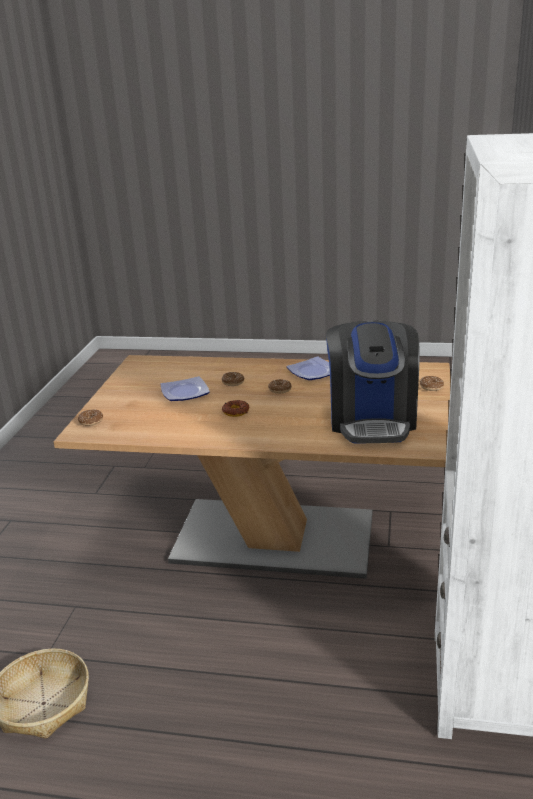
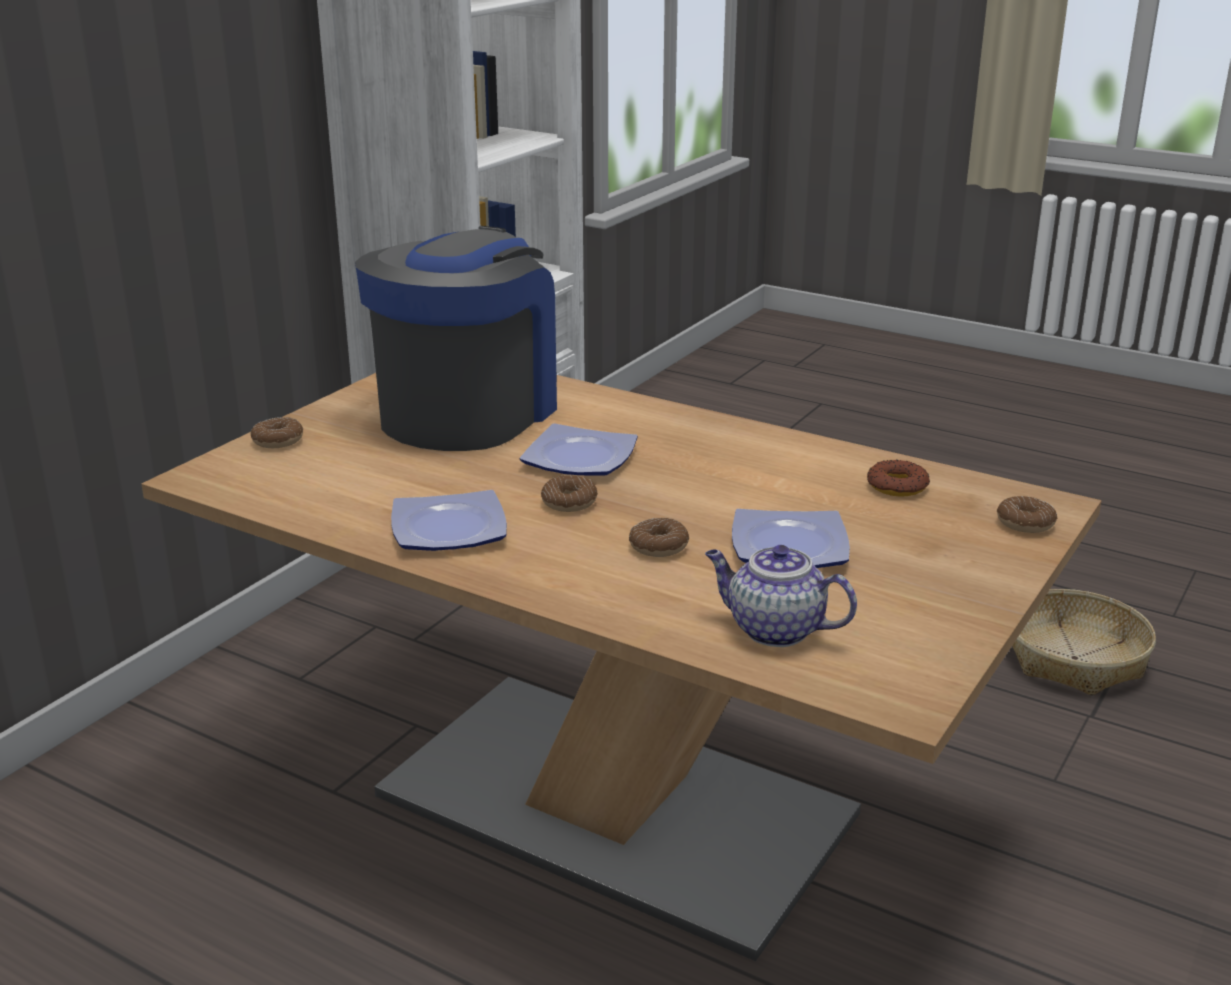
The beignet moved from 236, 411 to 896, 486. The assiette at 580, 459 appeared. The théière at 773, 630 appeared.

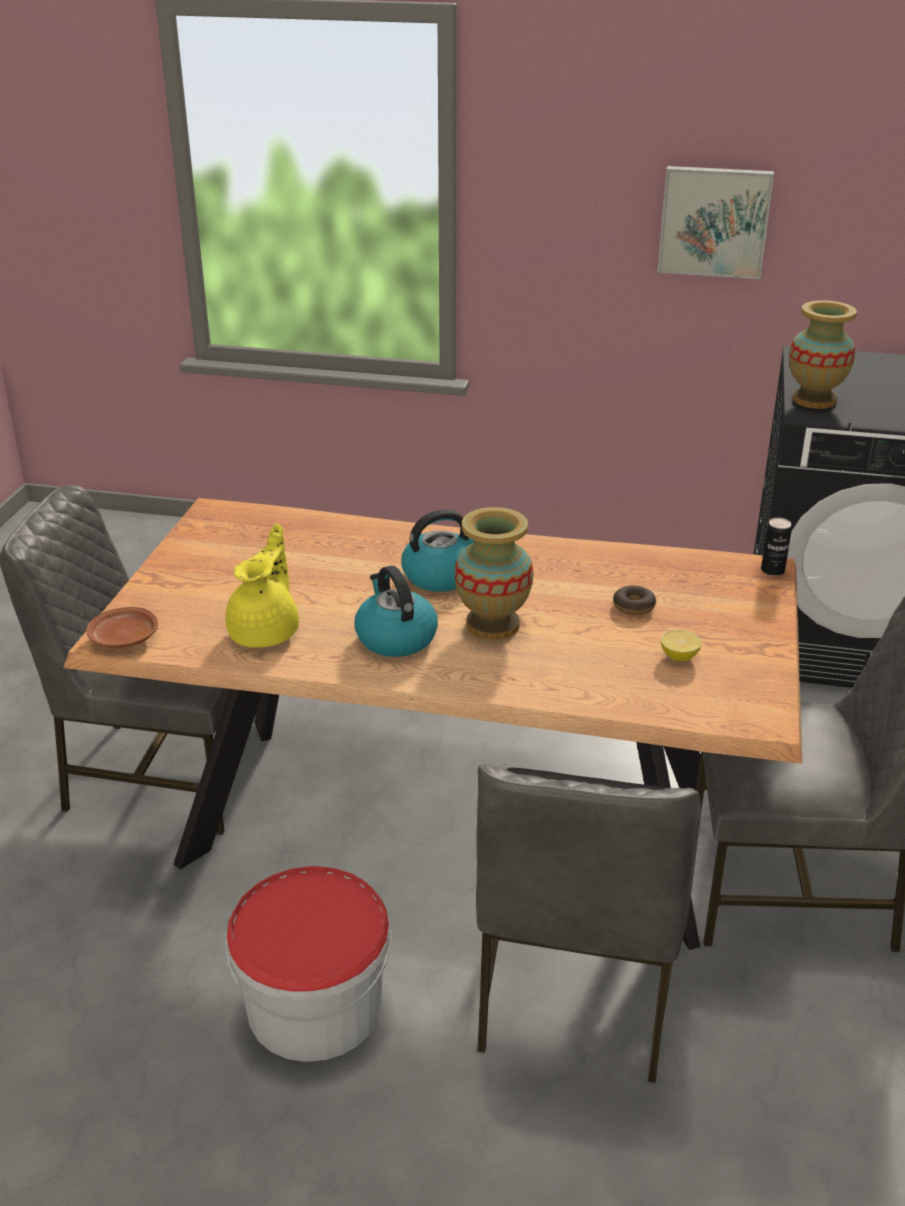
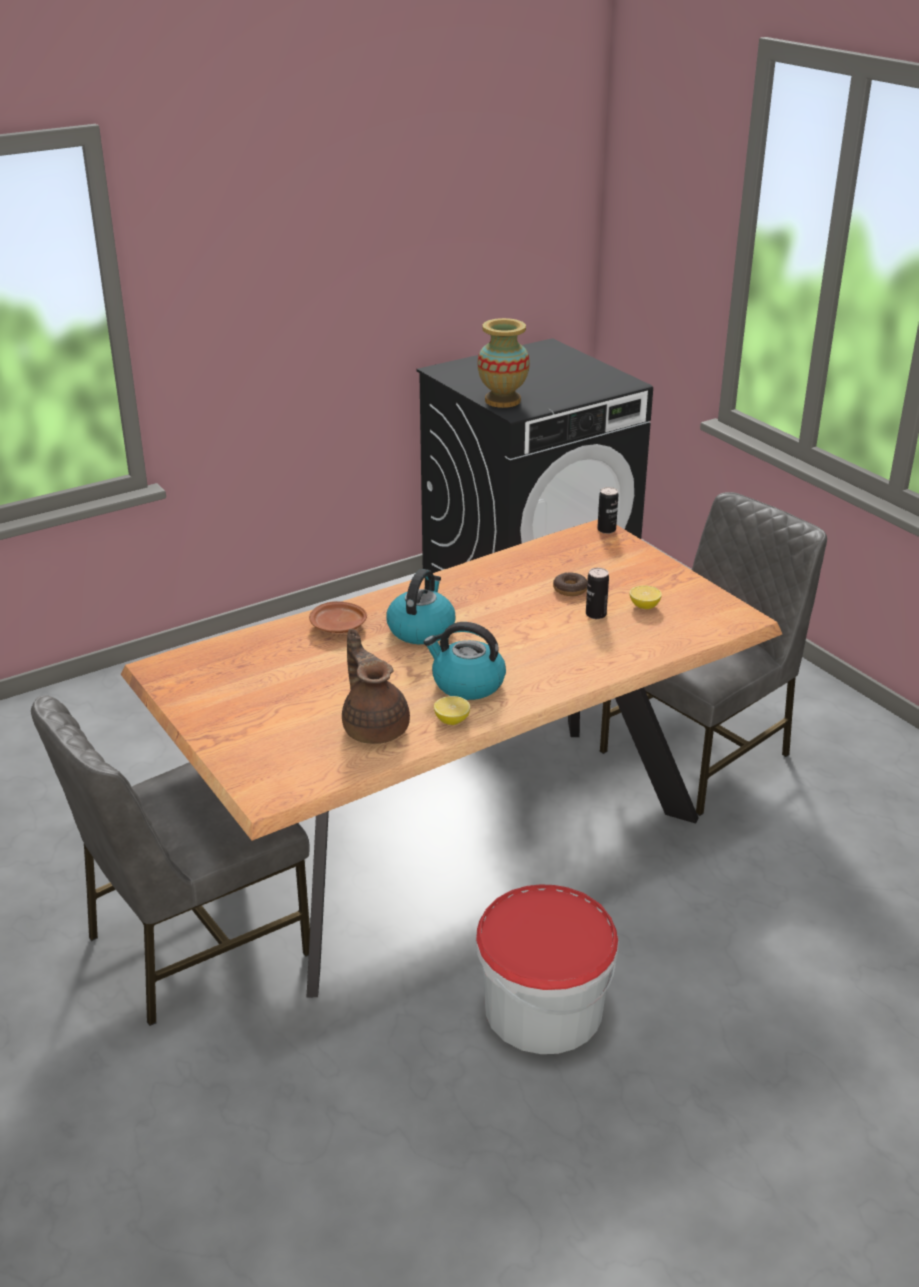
The tableau at 714, 221 disappeared. The vase at 492, 625 disappeared. The théière/jaune at 266, 632 became the théière/marron at 375, 727. The assiette/marron moved from 124, 639 to 339, 627. The chaise/gris at 577, 988 disappeared. The boîte métallique at 596, 614 appeared. The citron at 452, 720 appeared.

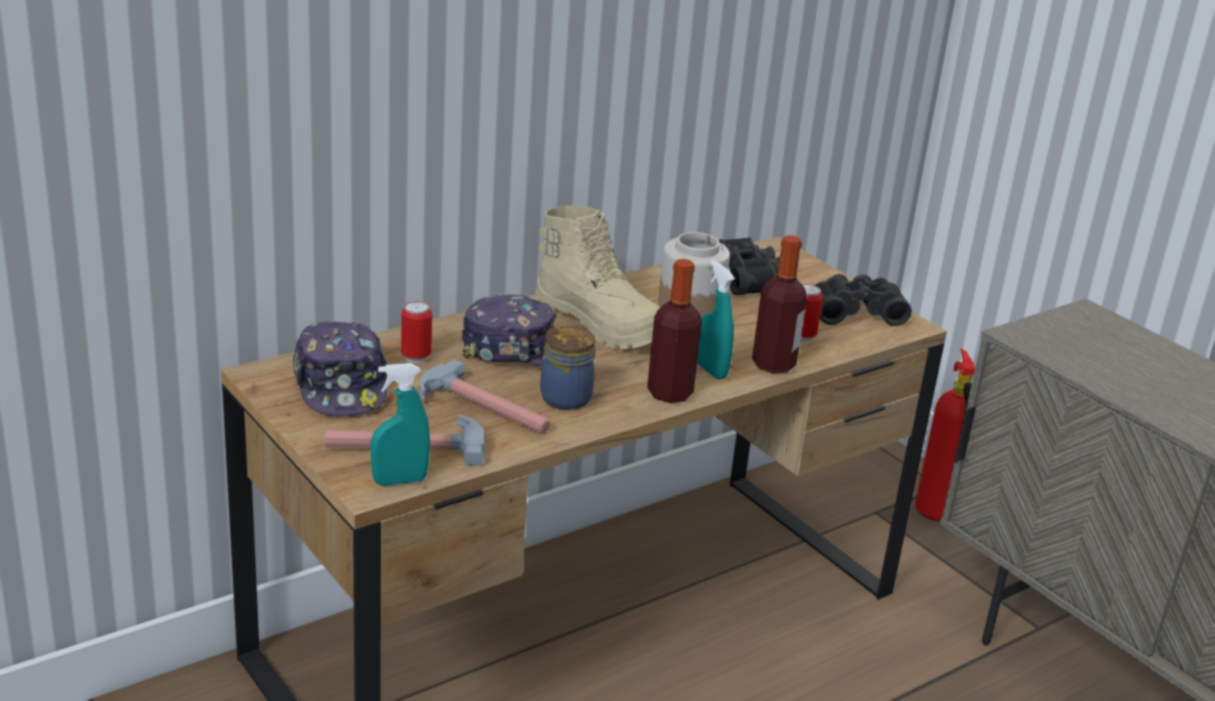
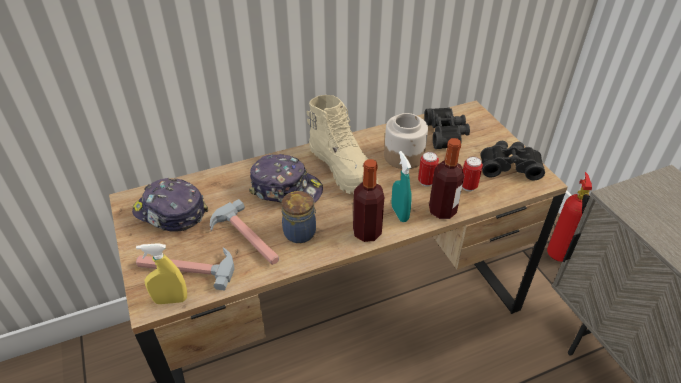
The boîte métallique moved from 416, 357 to 426, 182. The casquette at 341, 386 turned 120 degrees clockwise. The vaporisateur/turquoise at 400, 481 became the vaporisateur/jaune at 171, 300.

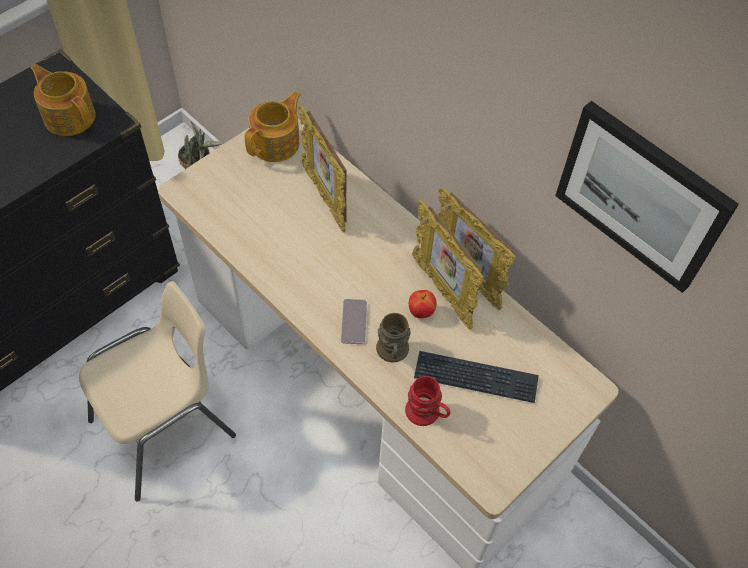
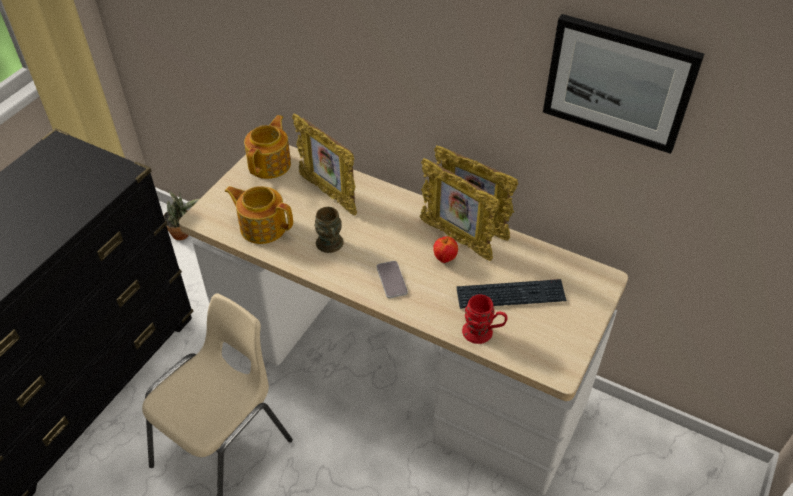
The théière moved from 69, 116 to 262, 226. The mug/marron moved from 392, 353 to 331, 246.

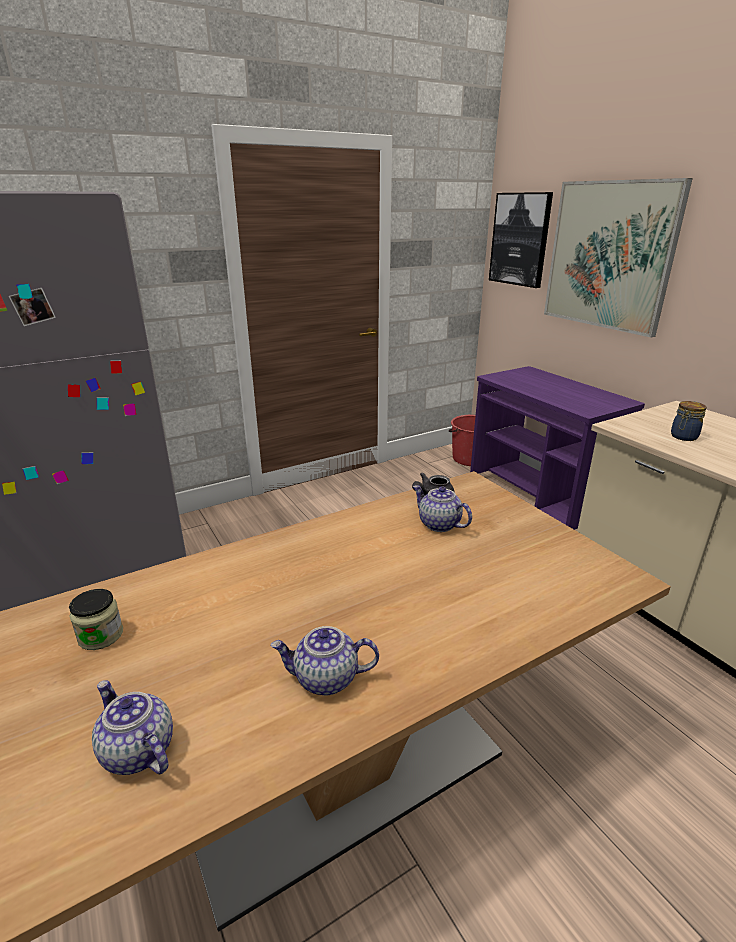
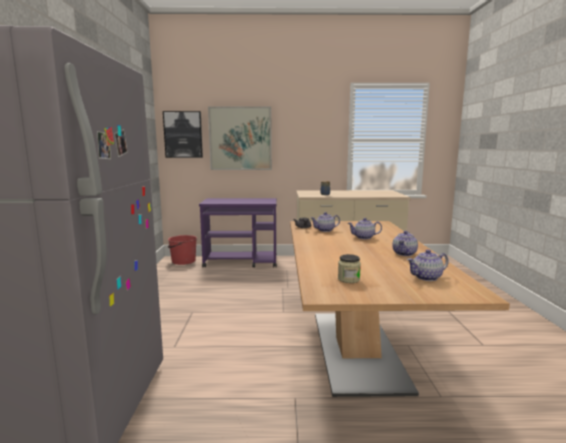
The théière at 364, 237 appeared.

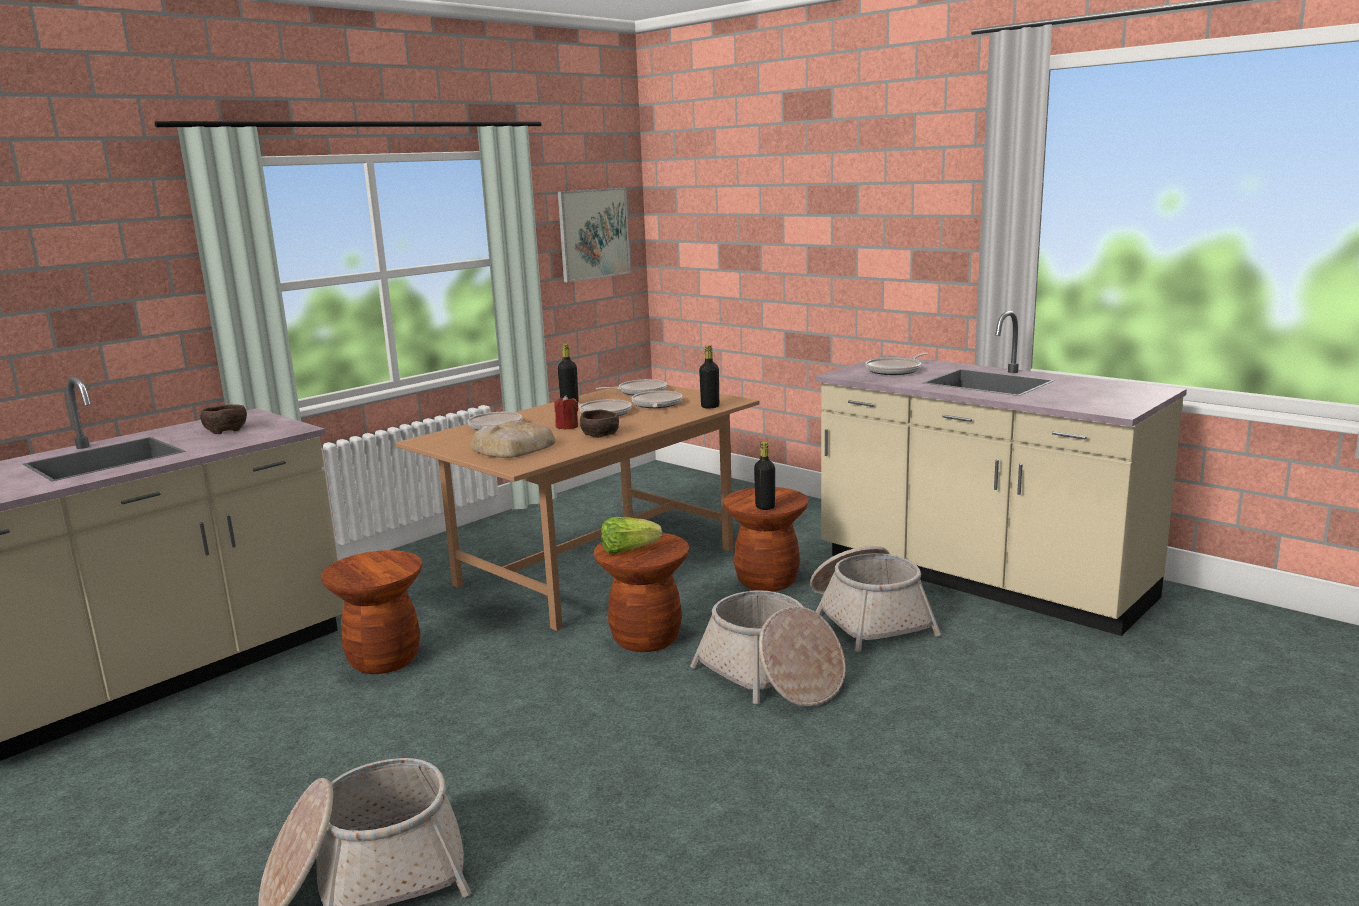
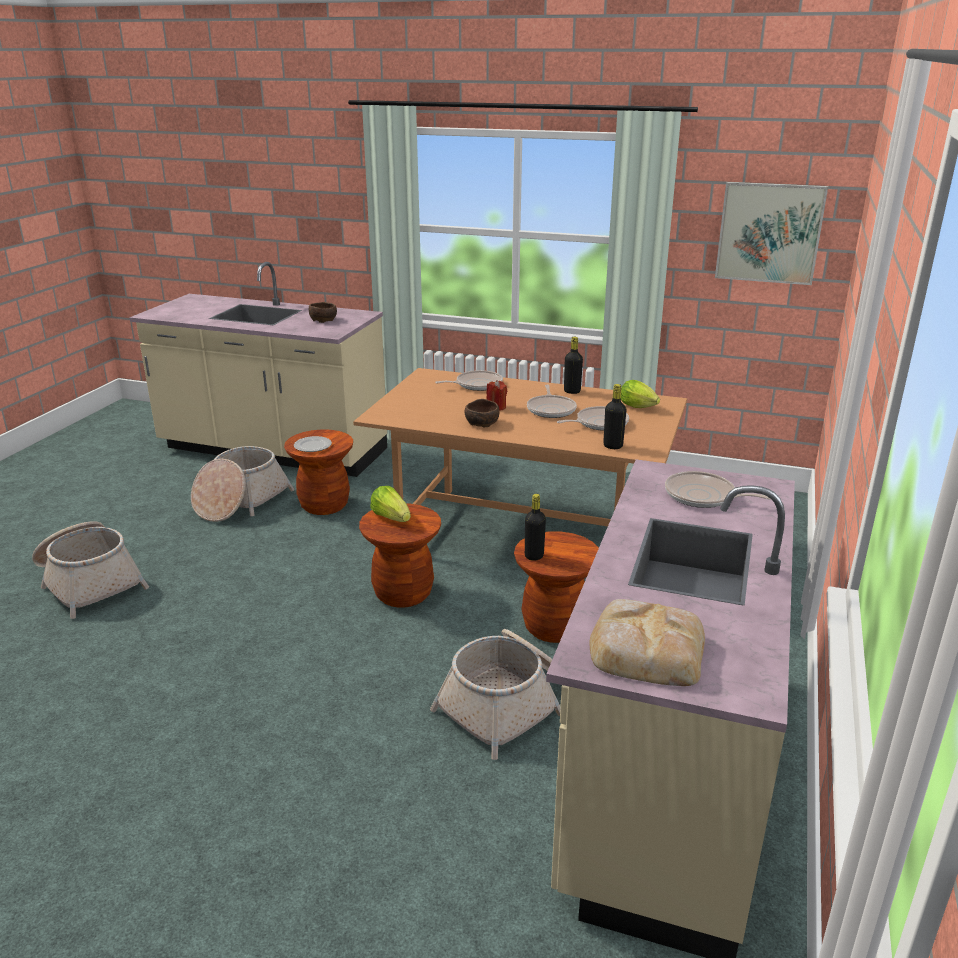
The poêle at 640, 392 was replaced by the laitue at 639, 407. The pain moved from 511, 448 to 645, 650. The panier moved from 771, 676 to 240, 501. The assiette at 313, 446 appeared.

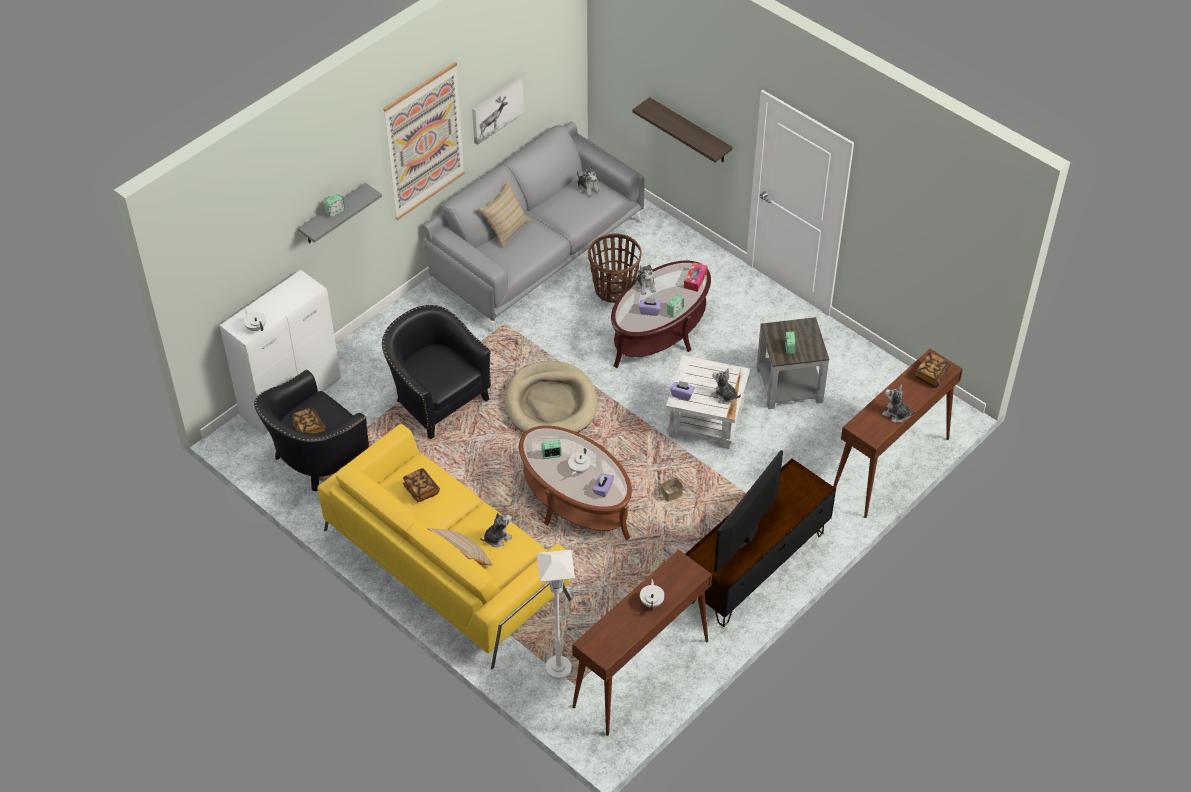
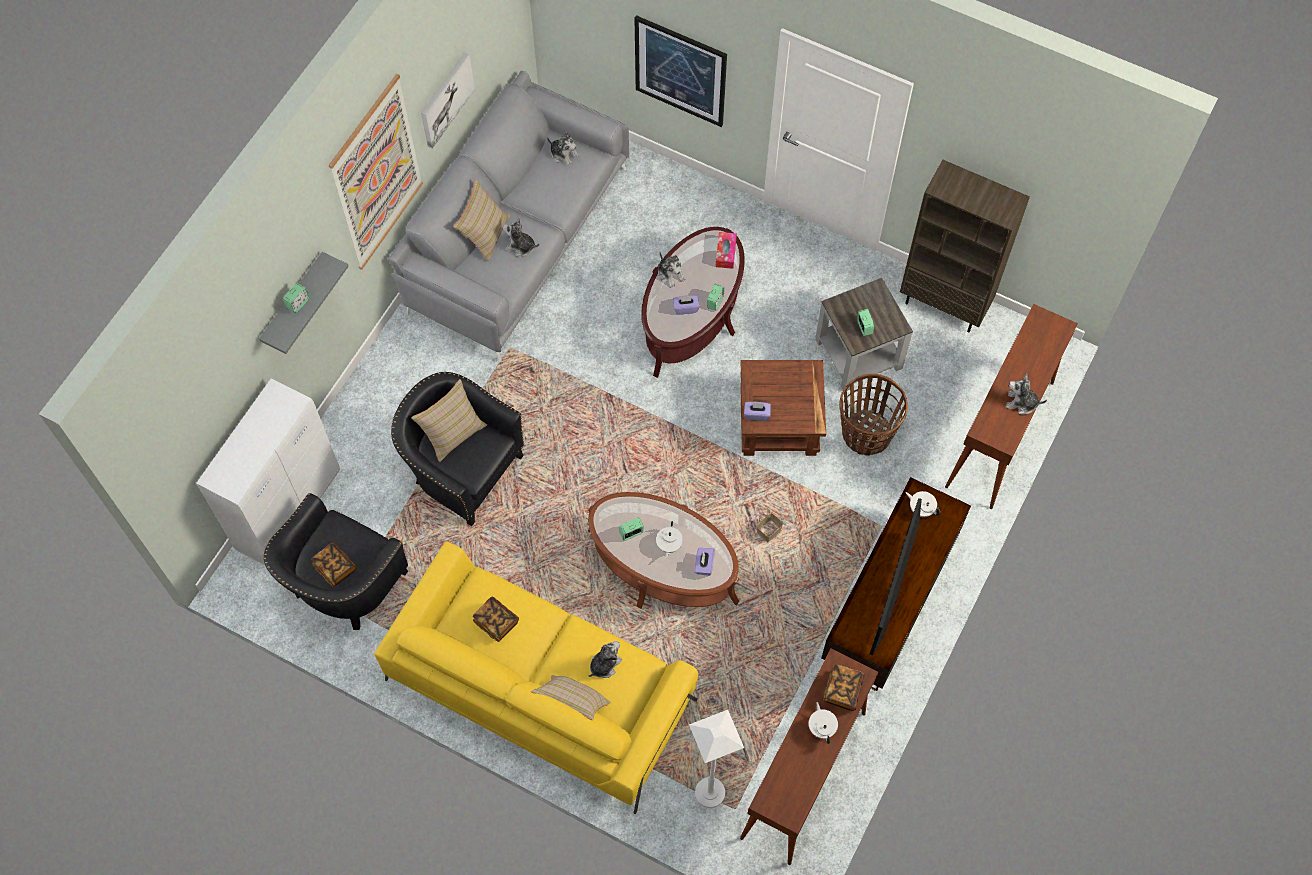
The étagère at 690, 131 was replaced by the tableau at 680, 71. The panier moved from 614, 289 to 866, 433. The théière/blanc moved from 256, 327 to 921, 508. The livre moved from 931, 375 to 843, 690. The table d'appoint/blanc at 706, 421 became the table d'appoint/marron at 779, 424. The panier pour chien/beige at 551, 404 disappeared. The peluche moved from 724, 396 to 520, 246. The bibliothèque/marron at 945, 304 appeared. The coussin/beige at 453, 432 appeared.

